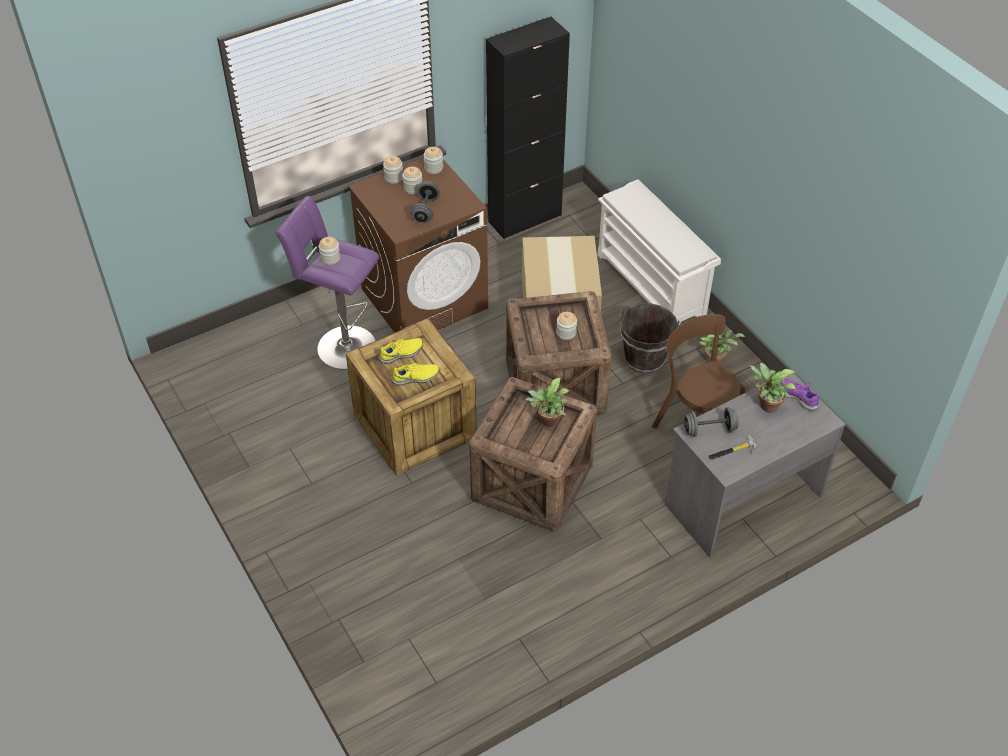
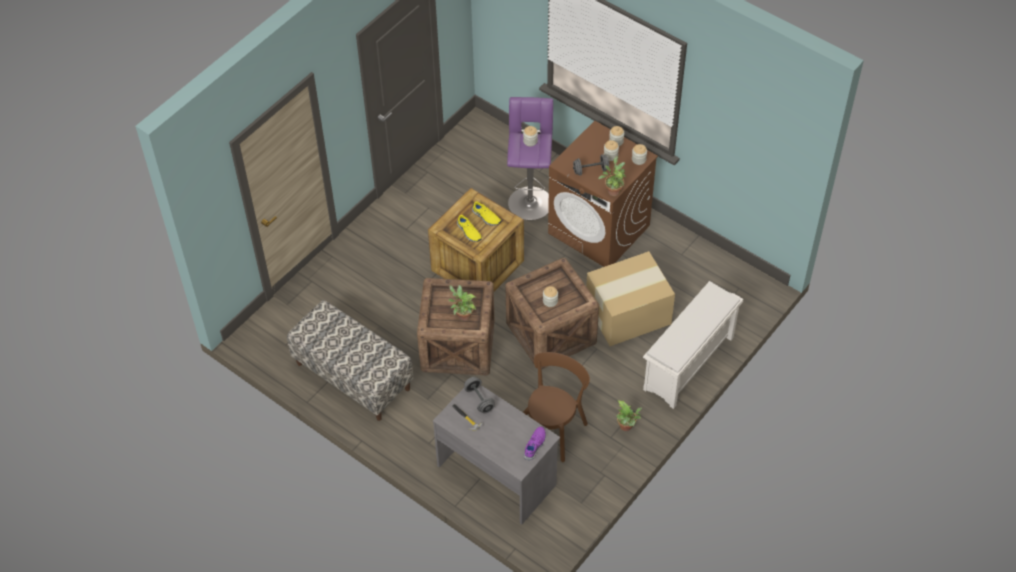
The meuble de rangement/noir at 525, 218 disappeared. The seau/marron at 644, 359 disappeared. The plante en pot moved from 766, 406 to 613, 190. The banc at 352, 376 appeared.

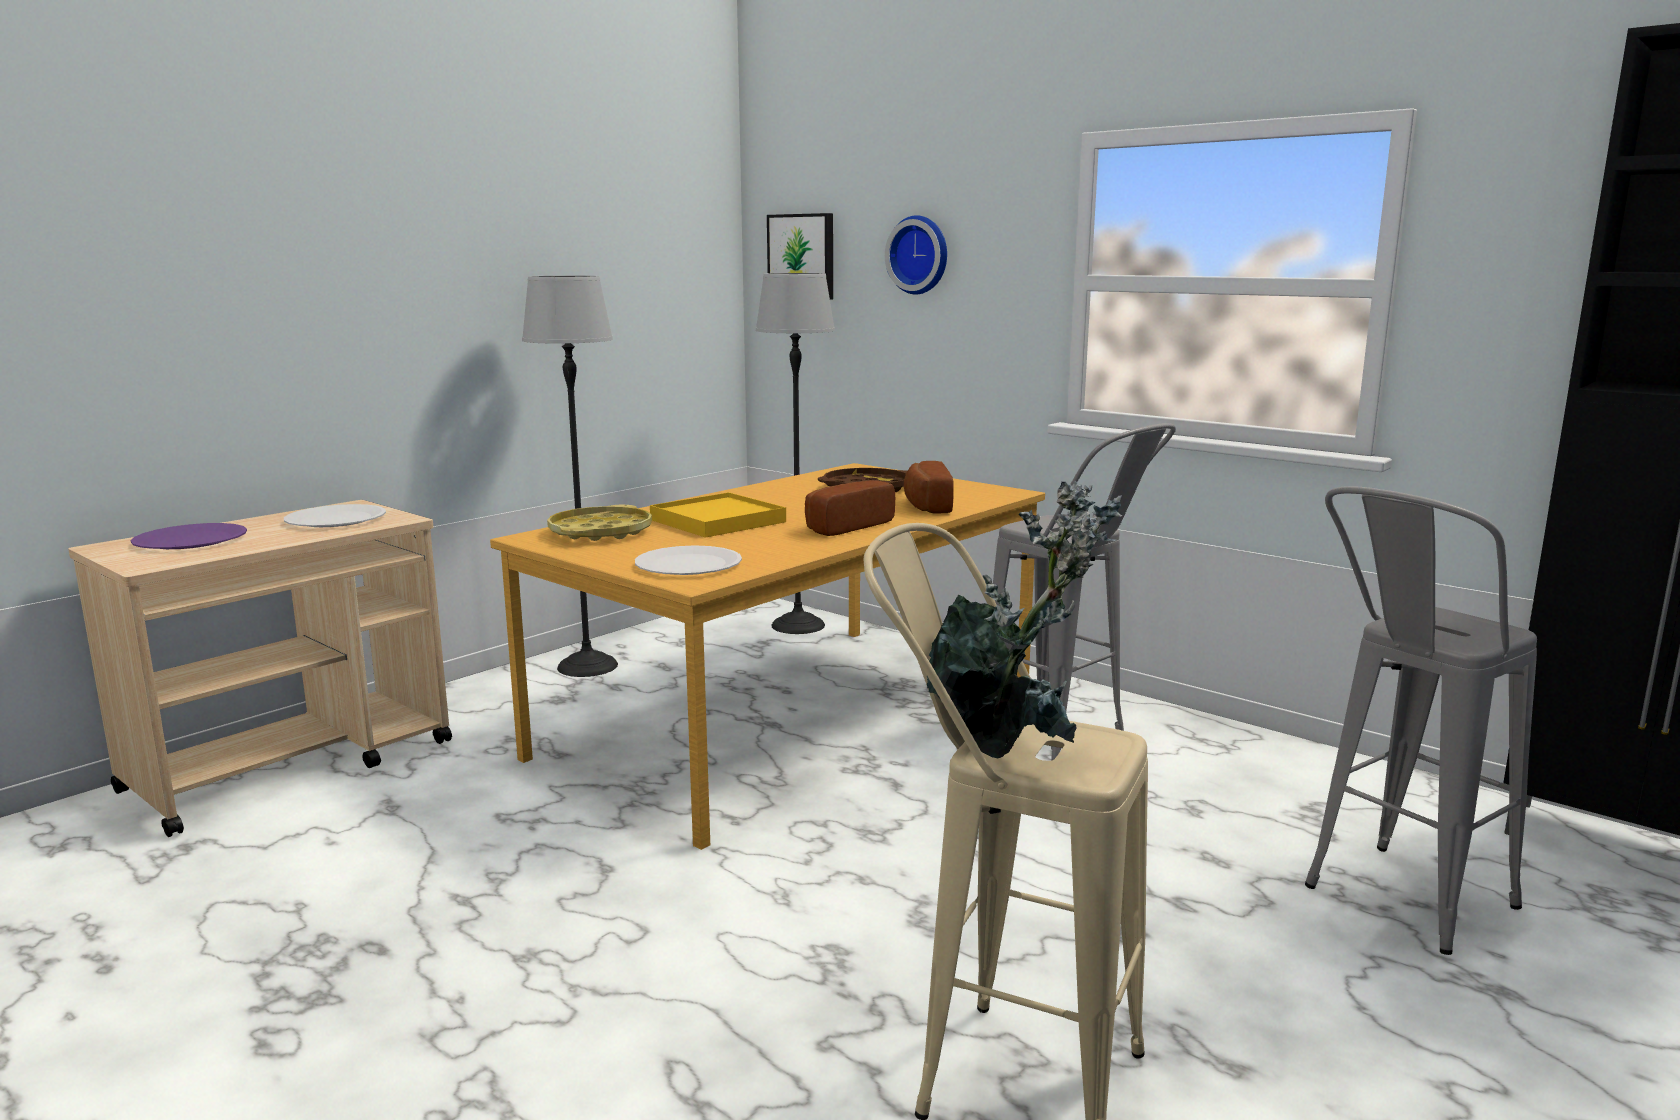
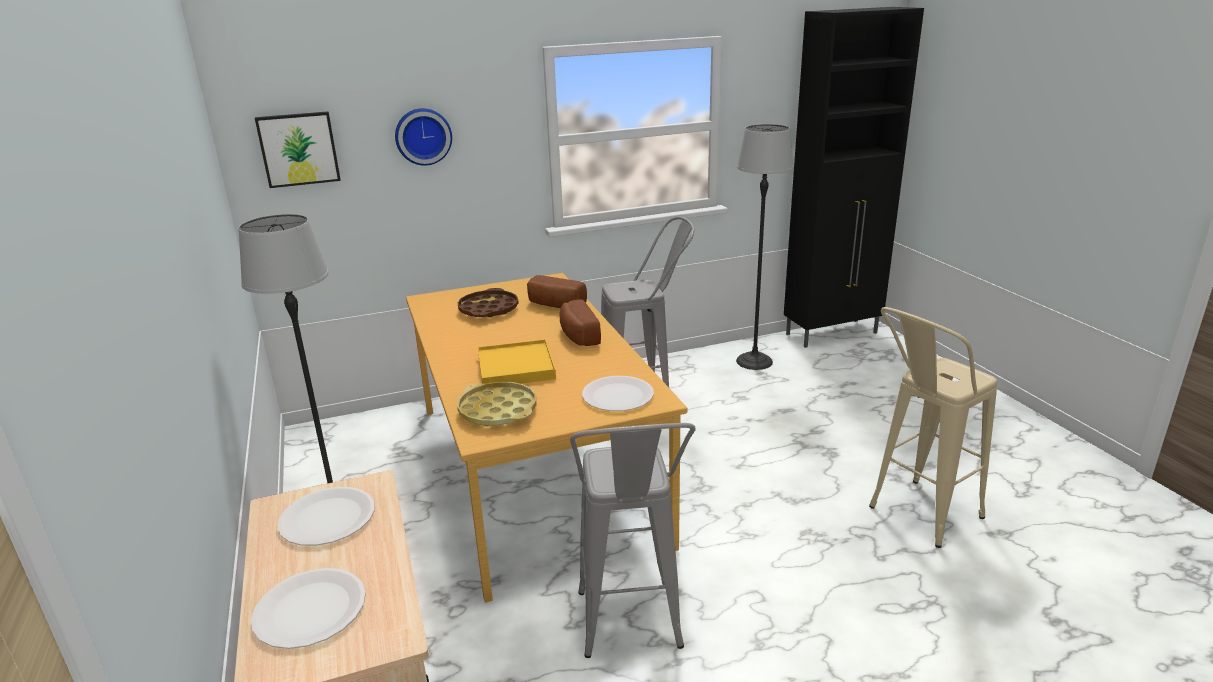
The lampadaire moved from 798, 625 to 754, 361. The plante en pot at 1011, 746 disappeared. The tabouret/gris moved from 1393, 907 to 631, 634. The assiette/violet at 191, 540 became the assiette/blanc at 310, 609.

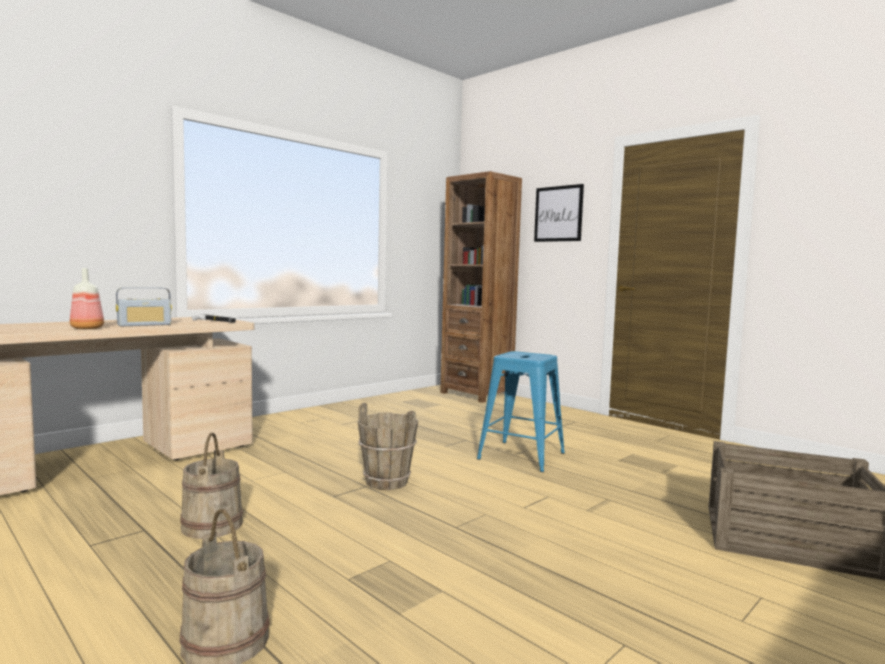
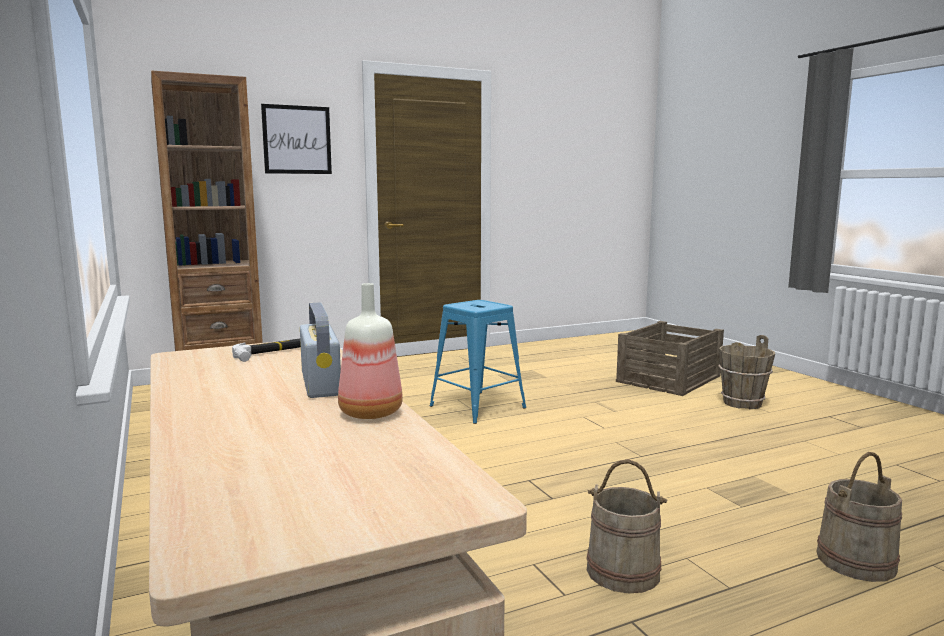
The seau/marron moved from 387, 482 to 741, 403.

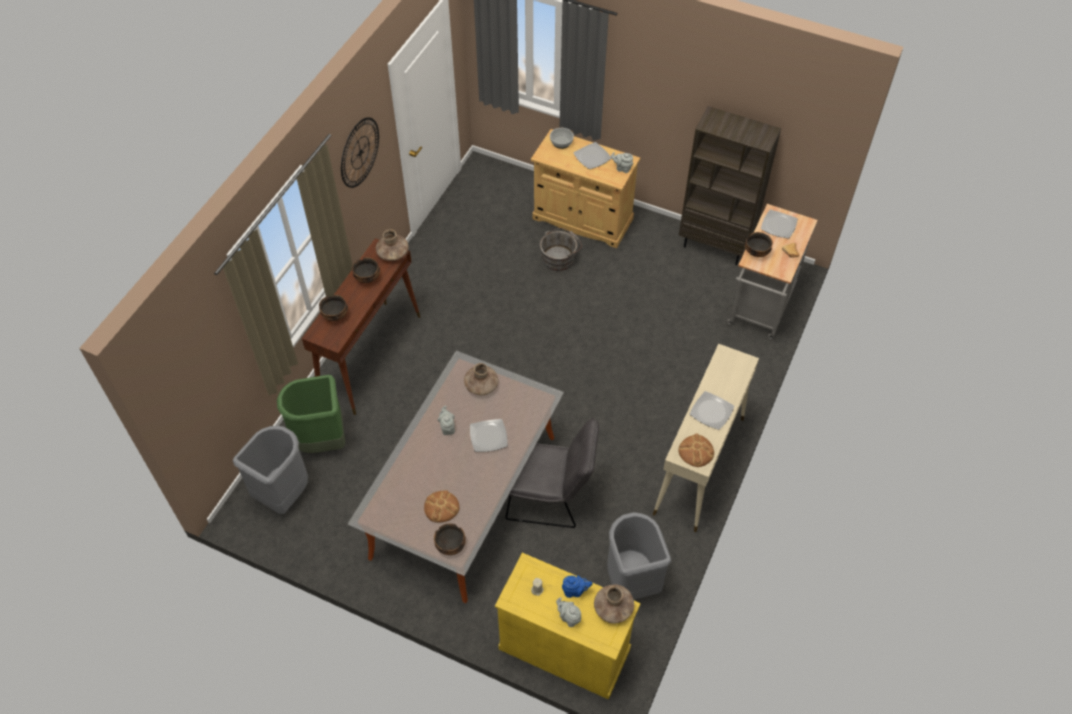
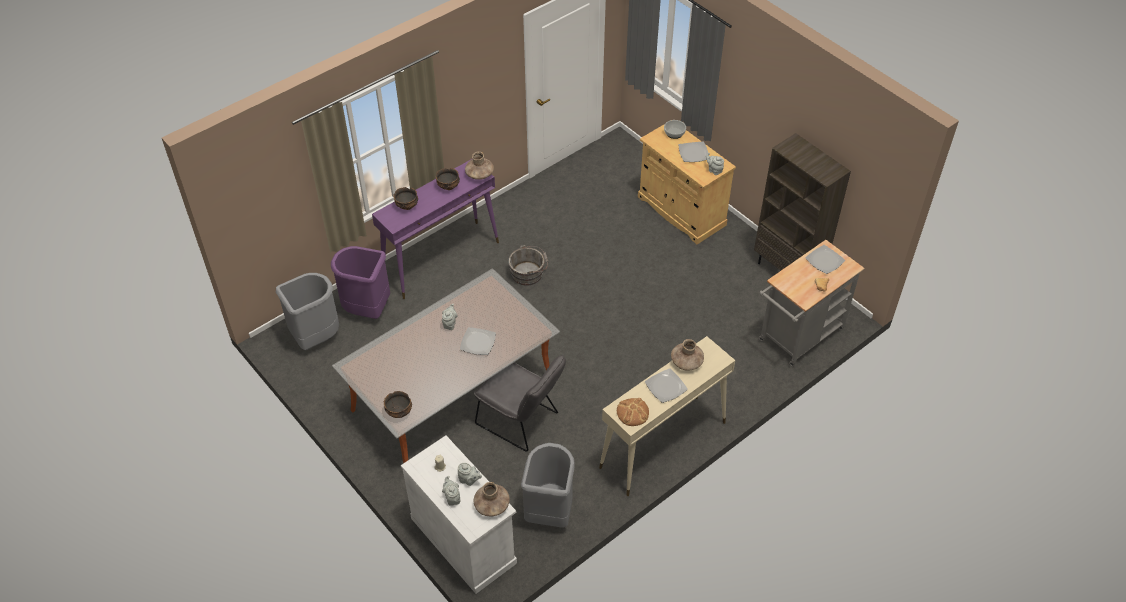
The horloge murale at 360, 152 disappeared. The seau/gris moved from 559, 257 to 529, 273. The bol at 756, 252 disappeared. The table console/marron at 370, 356 became the table console/violet at 441, 259. The vase/marron moved from 481, 385 to 686, 362. The poubelle/vert at 322, 441 became the poubelle/violet at 367, 309. The pain at 441, 507 disappeared. The meuble de rangement/jaune at 564, 648 became the meuble de rangement/blanc at 463, 540. The théière/bleu at 575, 591 became the théière/gris at 469, 480.

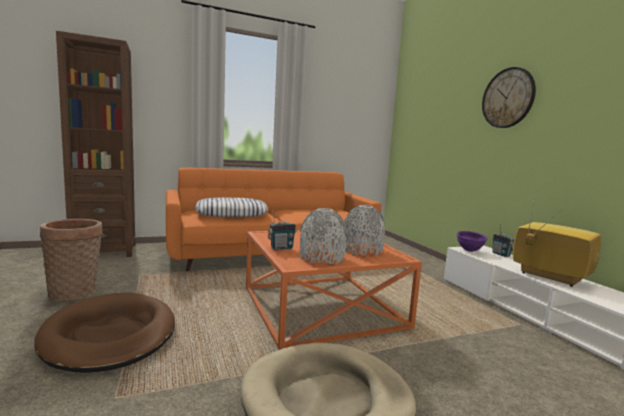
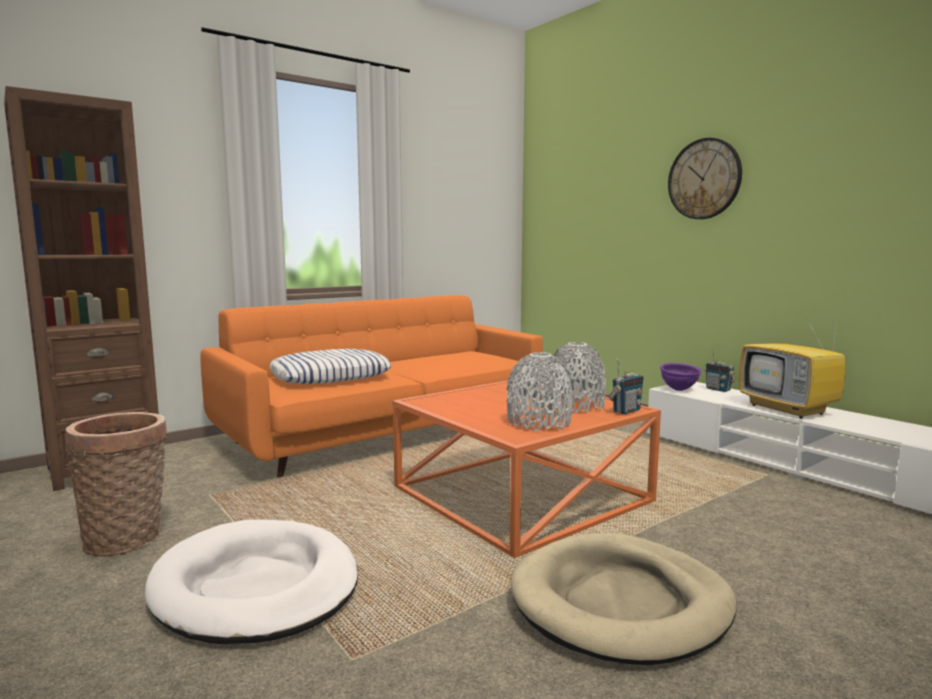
The téléviseur at 548, 277 turned 150 degrees counterclockwise. The radio moved from 281, 248 to 626, 411. The panier pour chien/marron at 110, 335 became the panier pour chien/blanc at 256, 587.

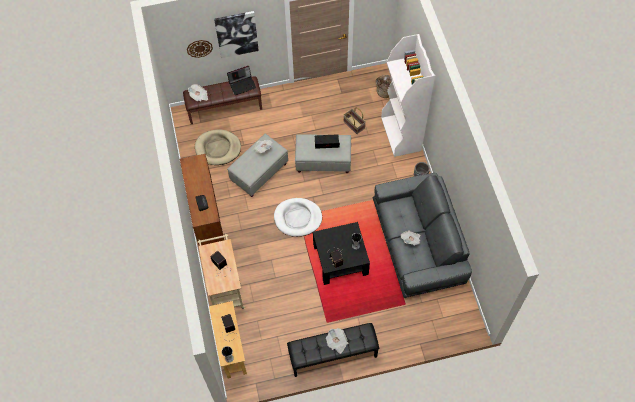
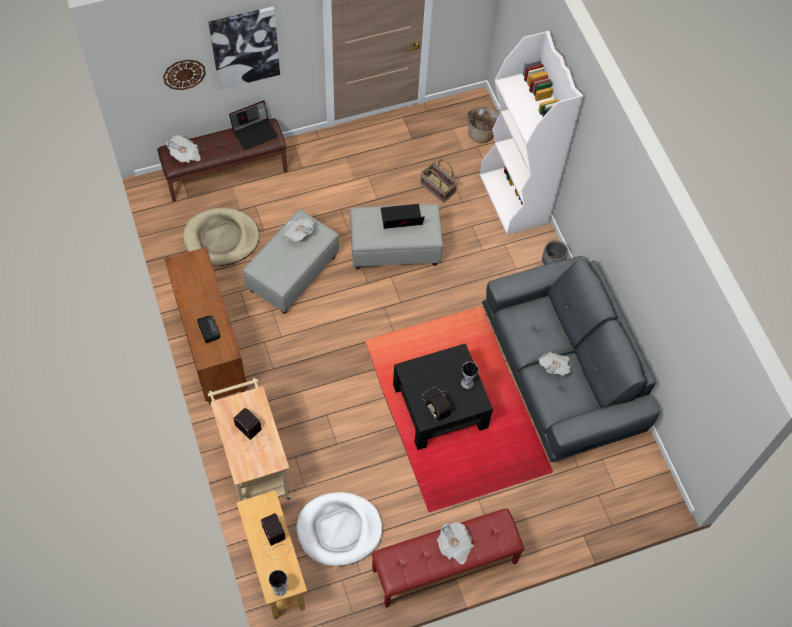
The panier pour chien/blanc moved from 298, 218 to 339, 530. The banc/noir at 333, 355 became the banc/rouge at 444, 566.

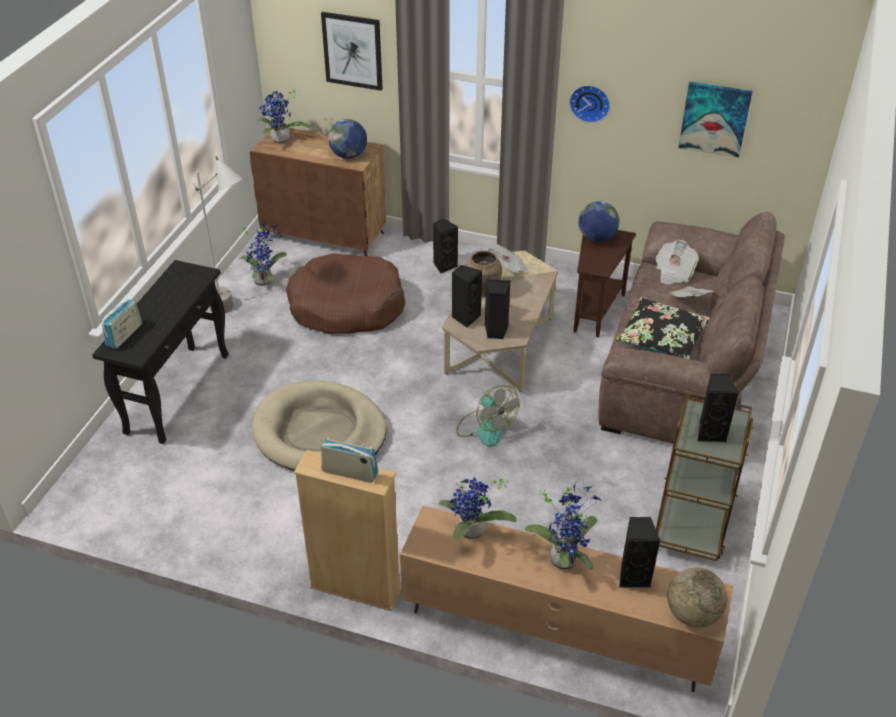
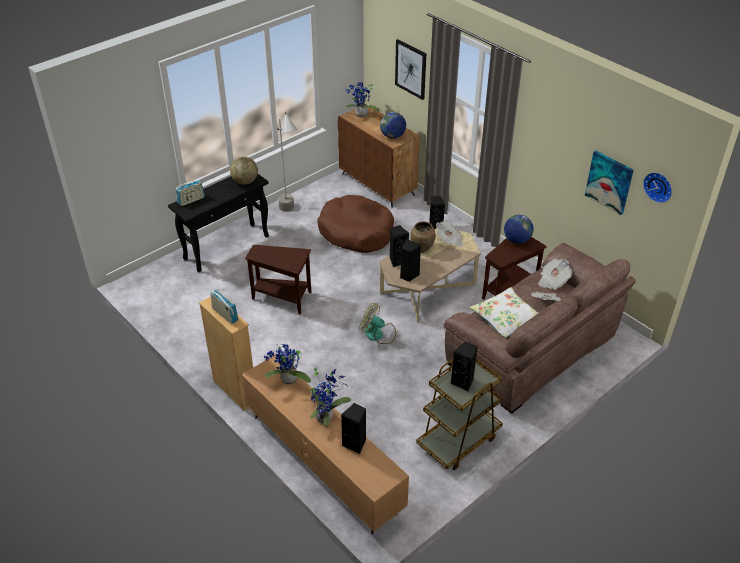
The horloge murale moved from 590, 102 to 659, 186. The plante en pot at 265, 280 disappeared. The coussin/noir at 662, 338 became the coussin/blanc at 506, 318. The panier pour chien/beige at 319, 432 was replaced by the table d'appoint/marron at 283, 299. The ventilateur at 485, 428 turned 120 degrees clockwise. The globe moved from 692, 614 to 245, 182.

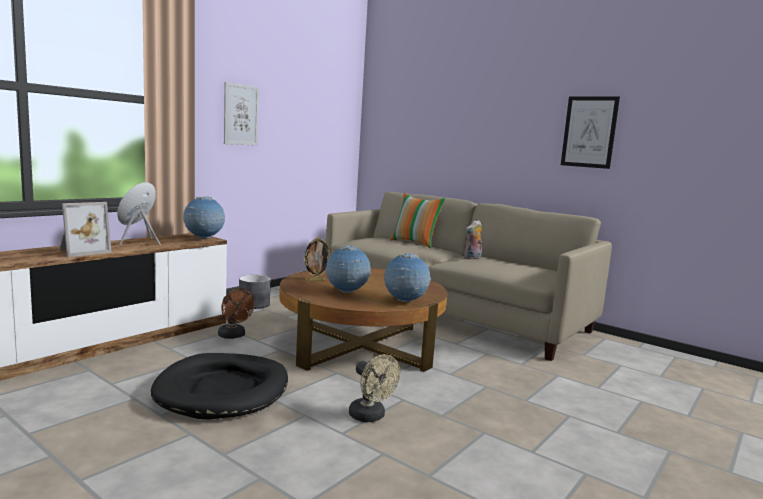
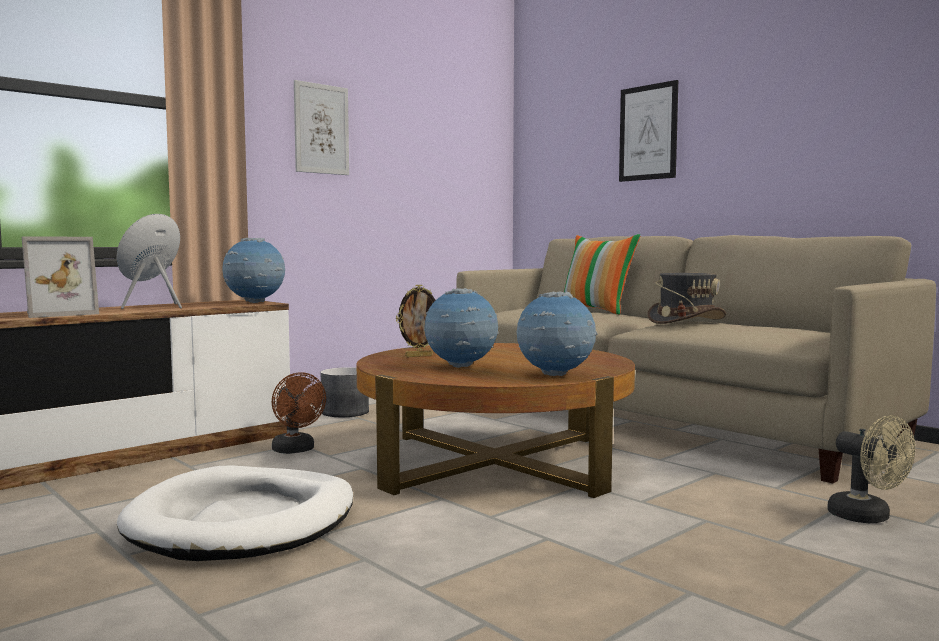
The tableau moved from 589, 132 to 648, 132. The peluche at 472, 258 was replaced by the chapeau/gris at 686, 321. The panier pour chien/noir at 223, 390 became the panier pour chien/blanc at 244, 521. The ventilateur/beige moved from 371, 417 to 868, 517.

